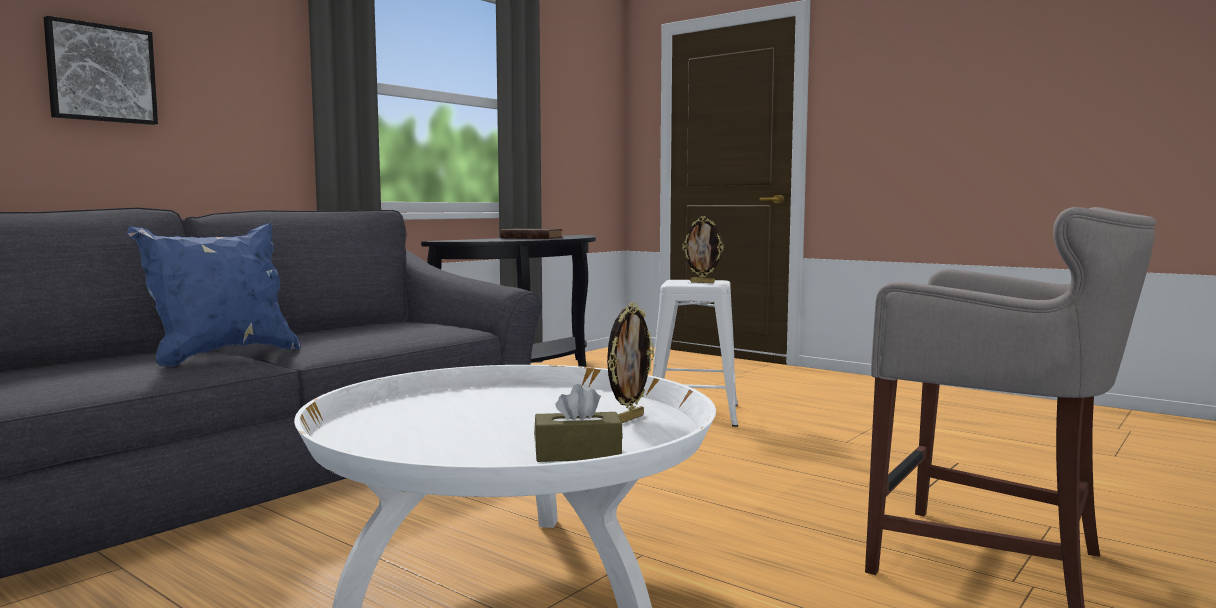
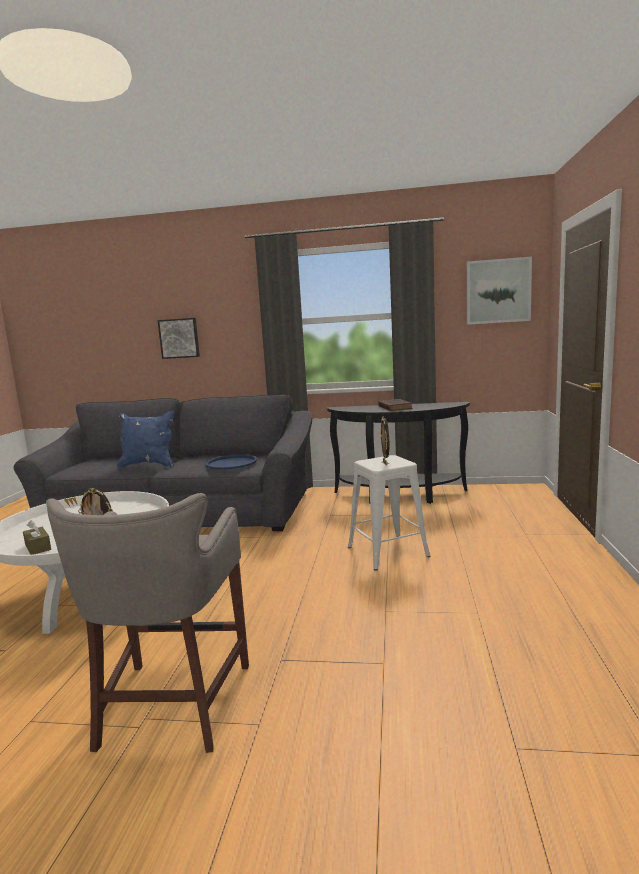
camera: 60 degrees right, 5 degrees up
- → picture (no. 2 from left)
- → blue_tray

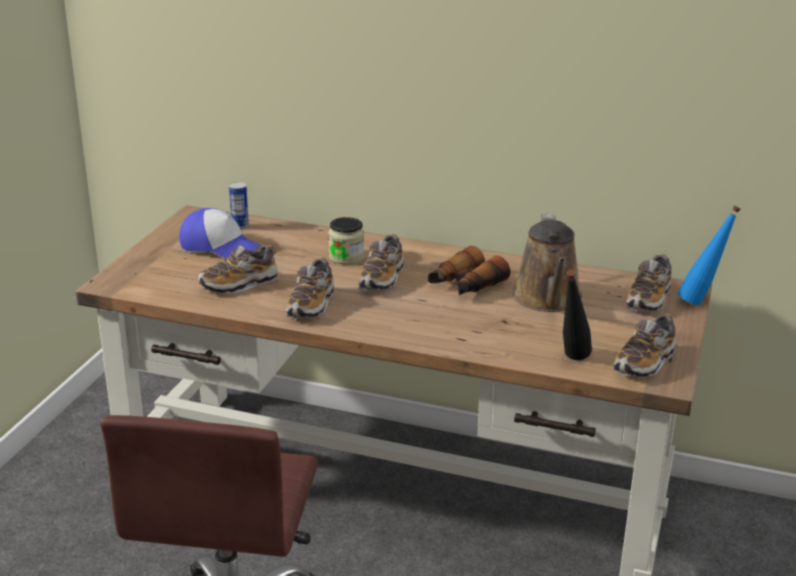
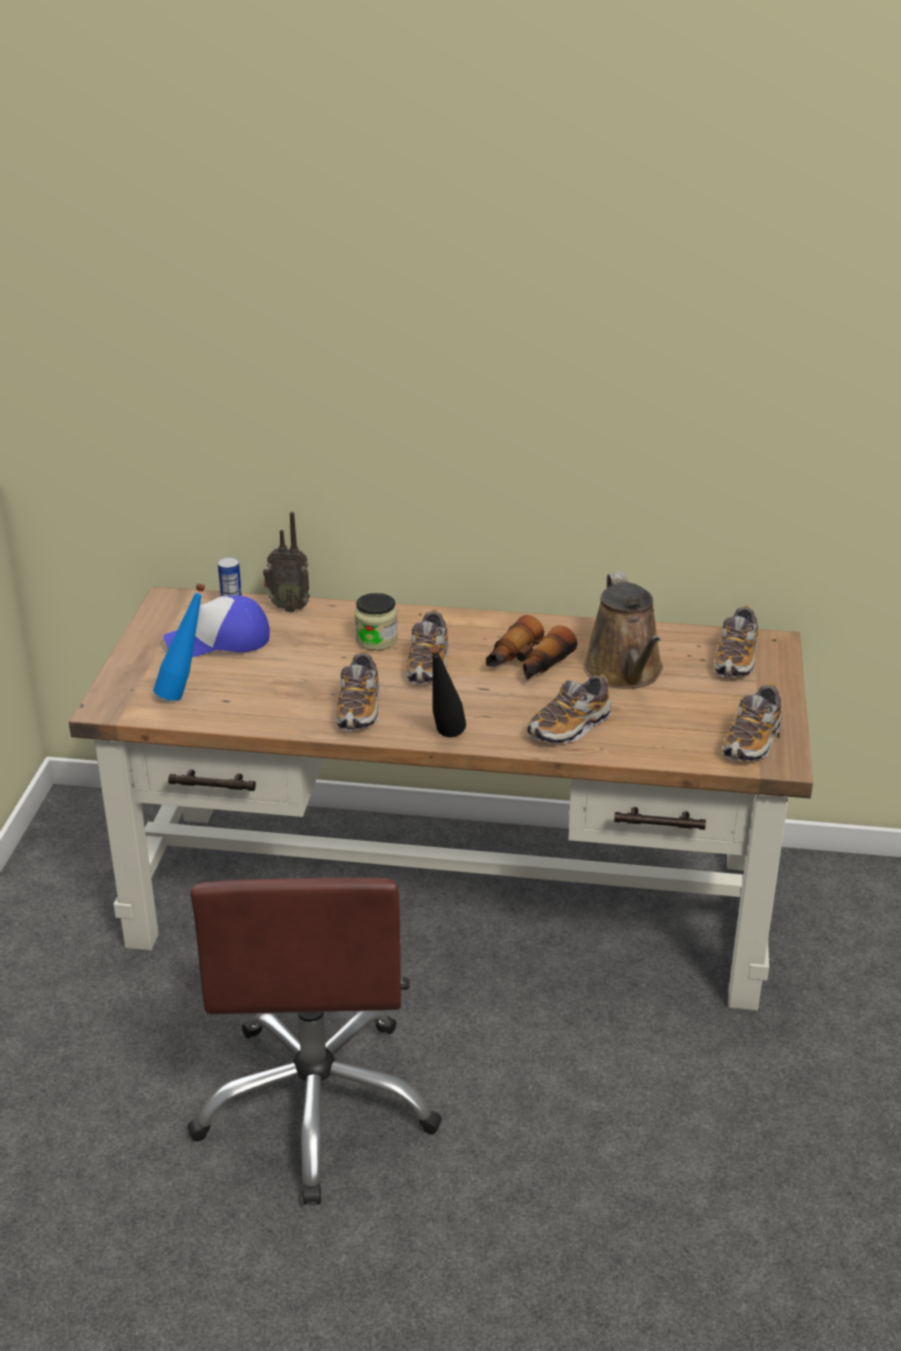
camera: 10 degrees left, 5 degrees up
blue_bottle, relocated
cap, 150 degrees clockwise
shoe (no. 1 from left in the first image) → shoe (no. 3 from left), relocated
black_bottle, relocated
- → radio

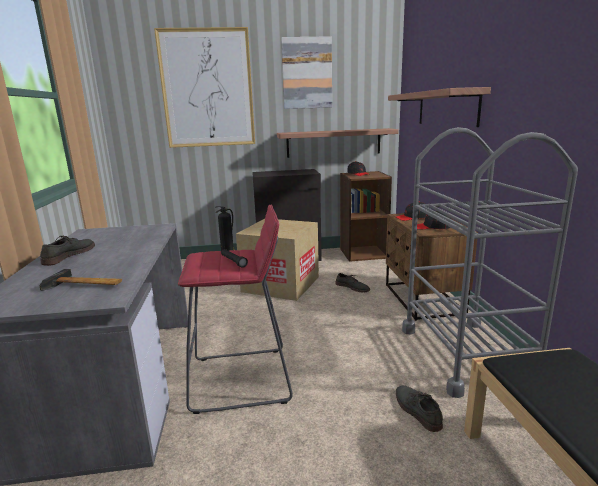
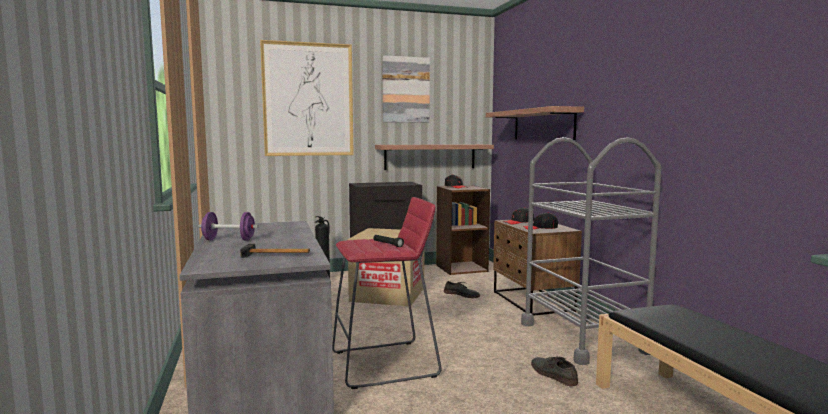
camera: 10 degrees left, 10 degrees down
grey_shoe (no. 1 from left) → purple_dumbbell

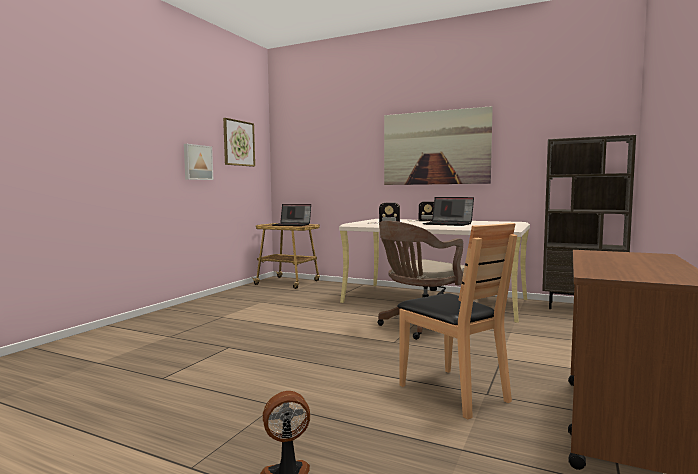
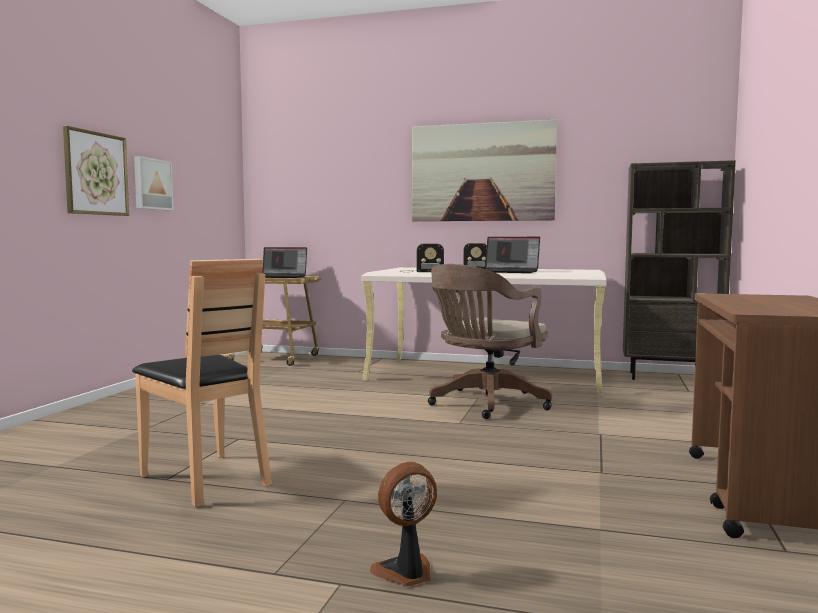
camera: 10 degrees left, 0 degrees up
picture (no. 2 from left in the first image) → picture (no. 1 from left), relocated
brown_chair, relocated

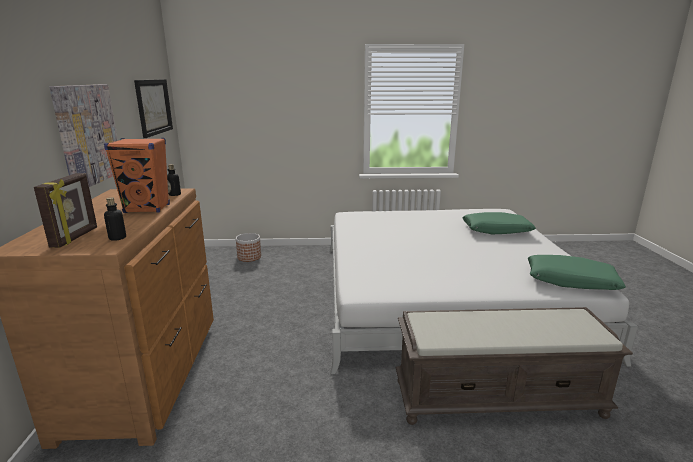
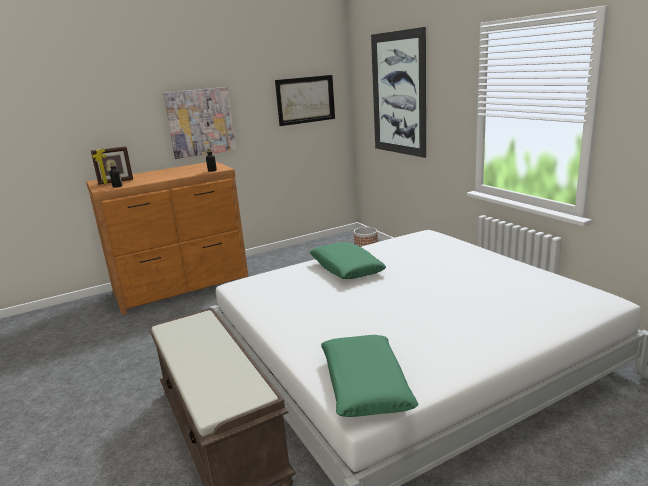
camera: 65 degrees right, 0 degrees up
orange_speaker → -
green_pillow (no. 1 from left), relocated
- → picture (no. 3 from left)

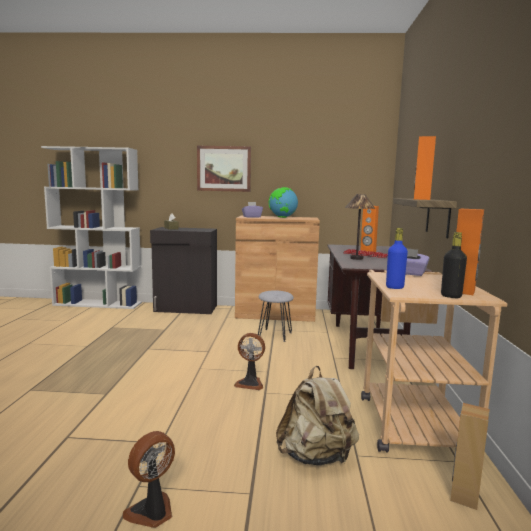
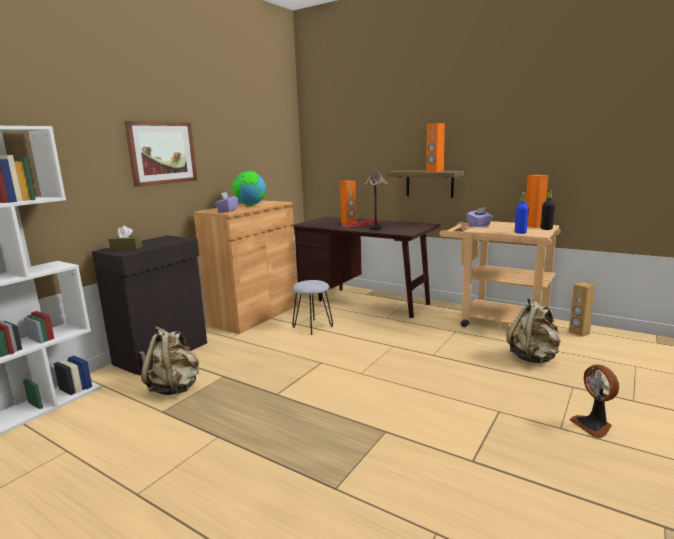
camera: 60 degrees left, 5 degrees up
fan (no. 2 from left) → -
- → beige_backpack (no. 1 from left)

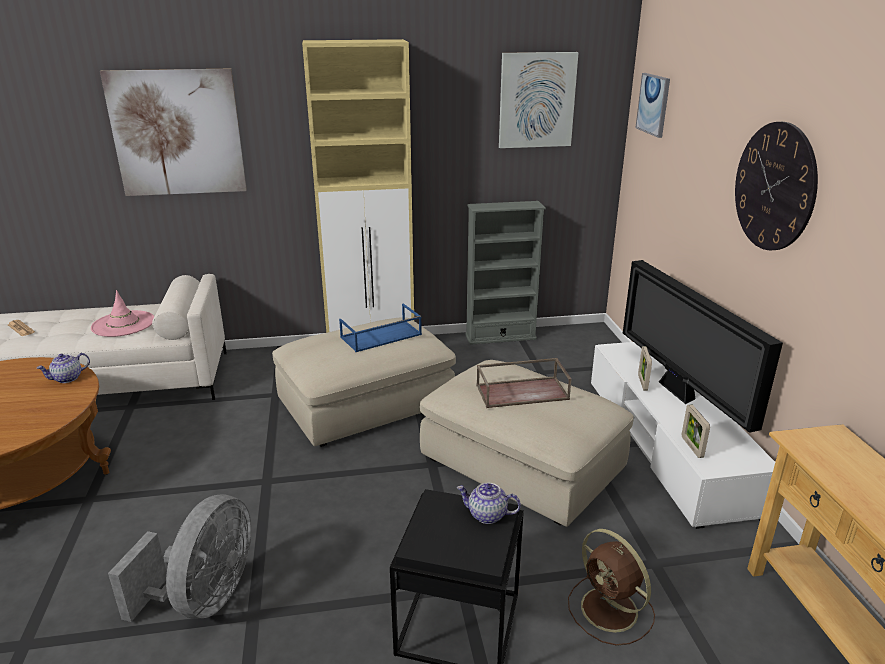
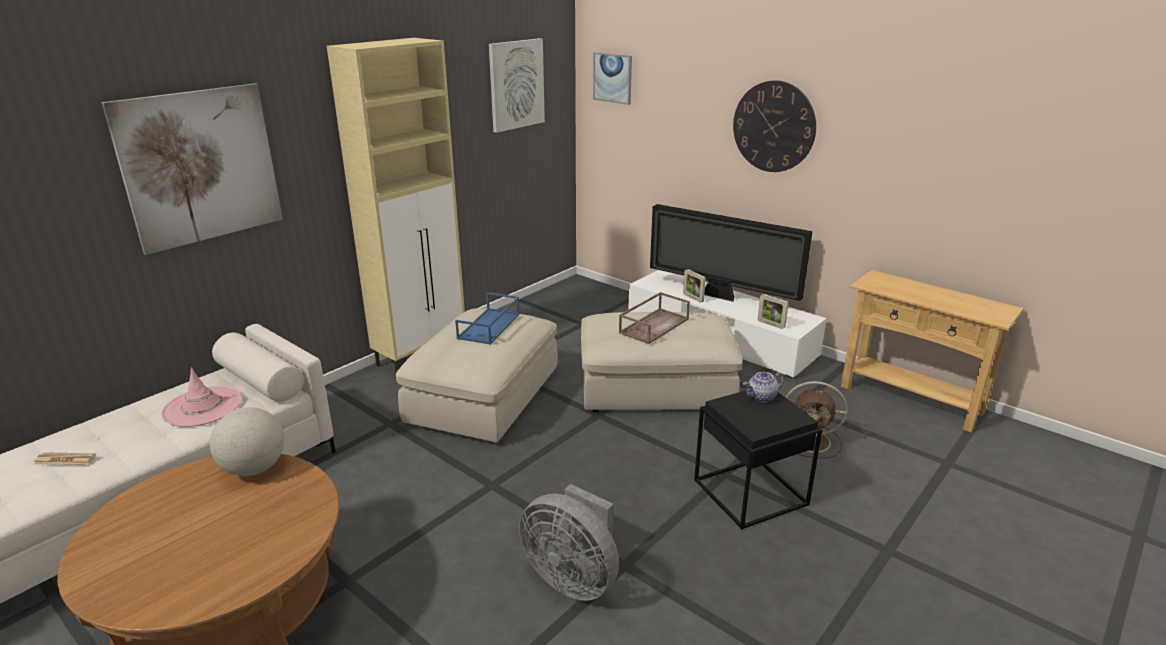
camera: 40 degrees left, 0 degrees up
grey_bookcase → -
teapot (no. 1 from left) → globe
grey_fan, 150 degrees clockwise

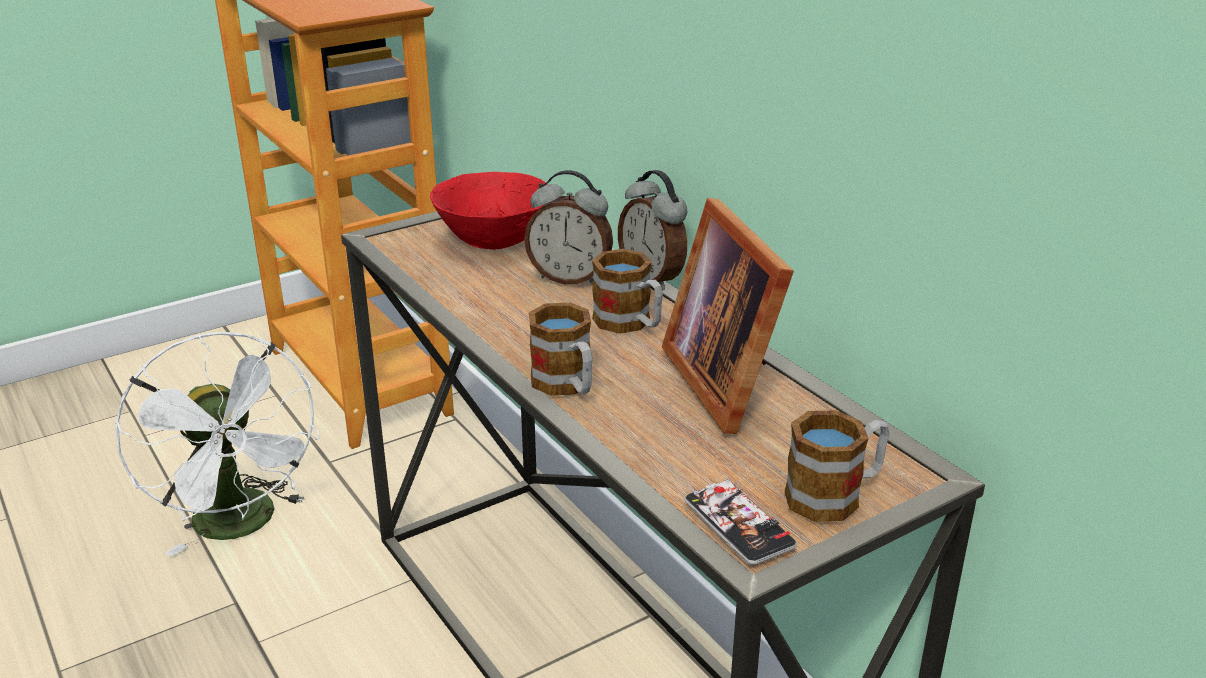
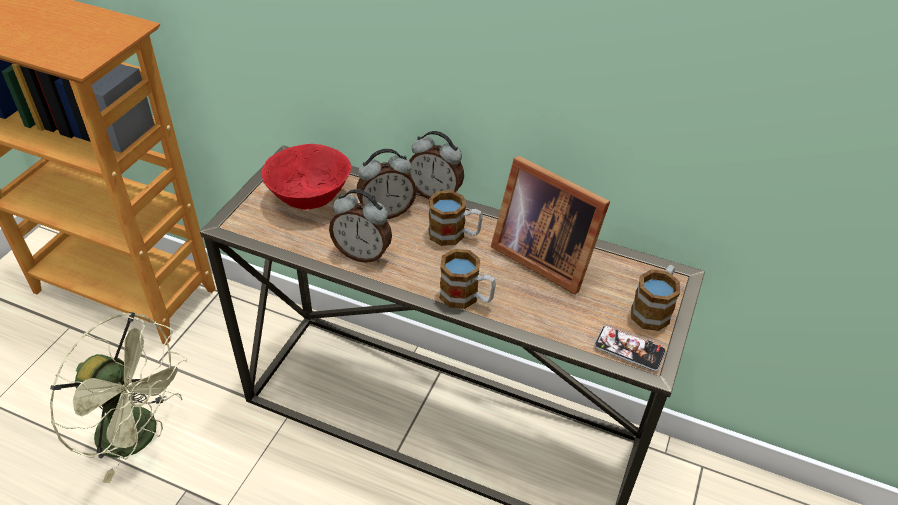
camera: 35 degrees left, 15 degrees up
white_fan → green_fan
- → alarm_clock (no. 1 from left)

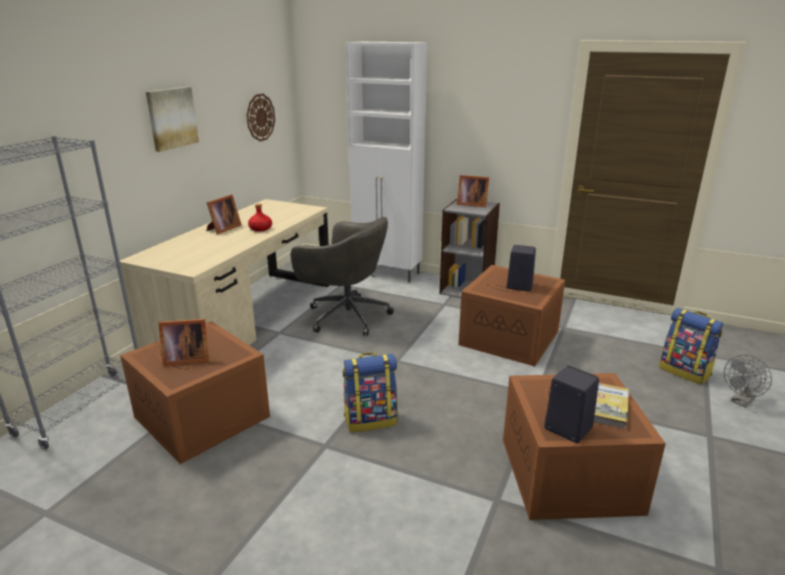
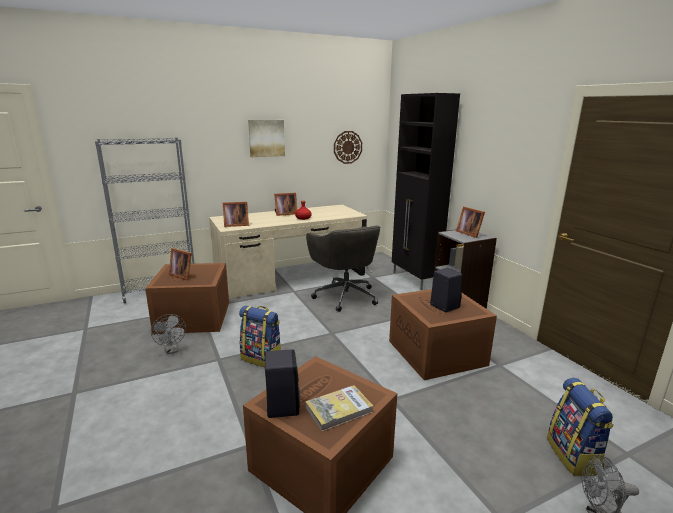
camera: 40 degrees right, 5 degrees down
white_cabinet → black_cabinet
- → picture_frame (no. 2 from left)
- → grey_fan (no. 1 from left)

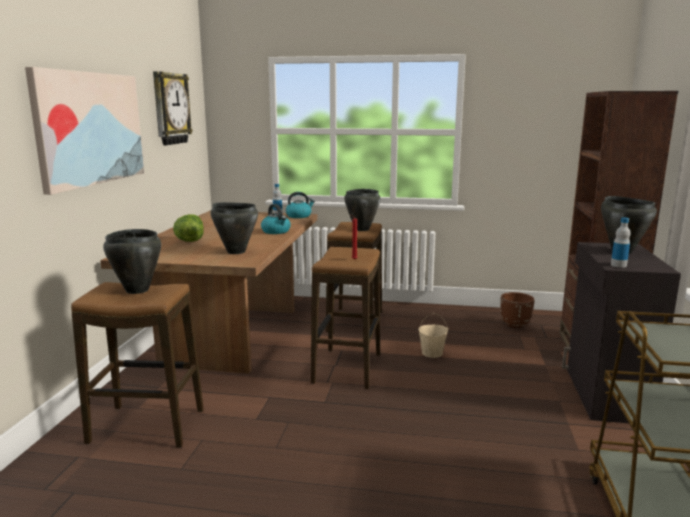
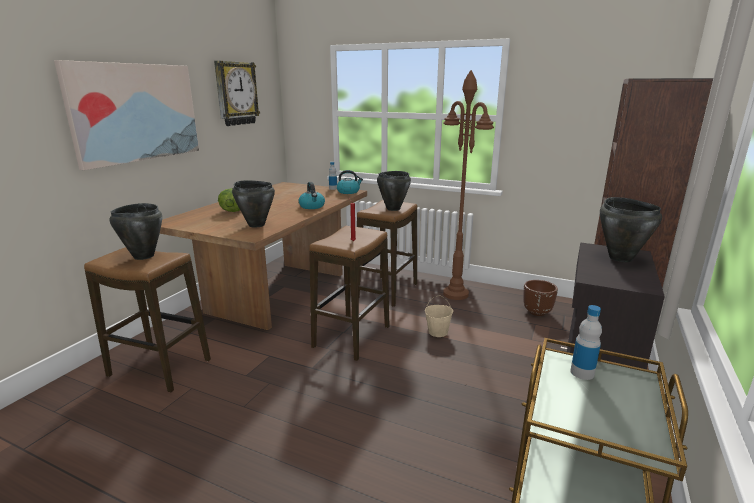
camera: 15 degrees right, 5 degrees up
bottle (no. 2 from left), relocated
- → brown_floor_lamp

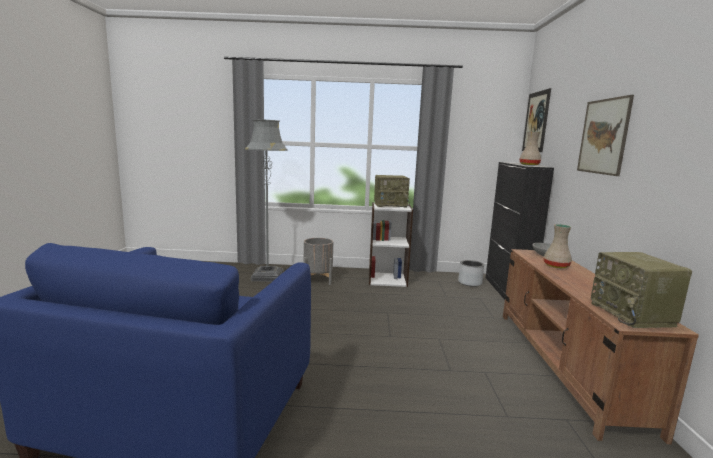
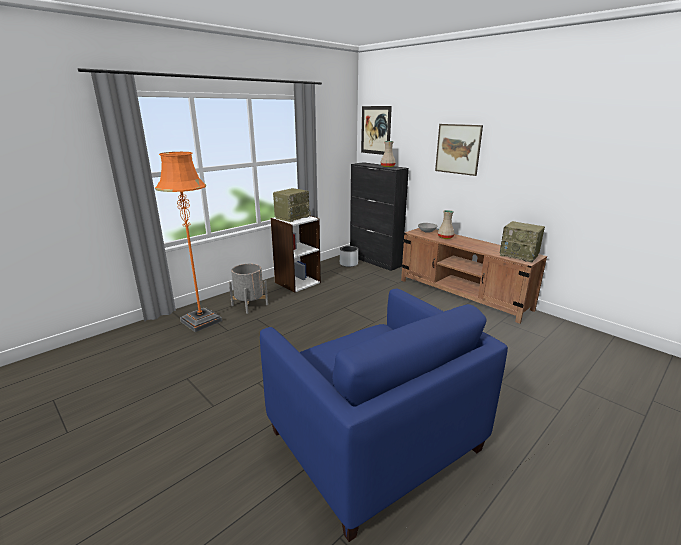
camera: 45 degrees left, 10 degrees up
grey_floor_lamp → orange_floor_lamp

